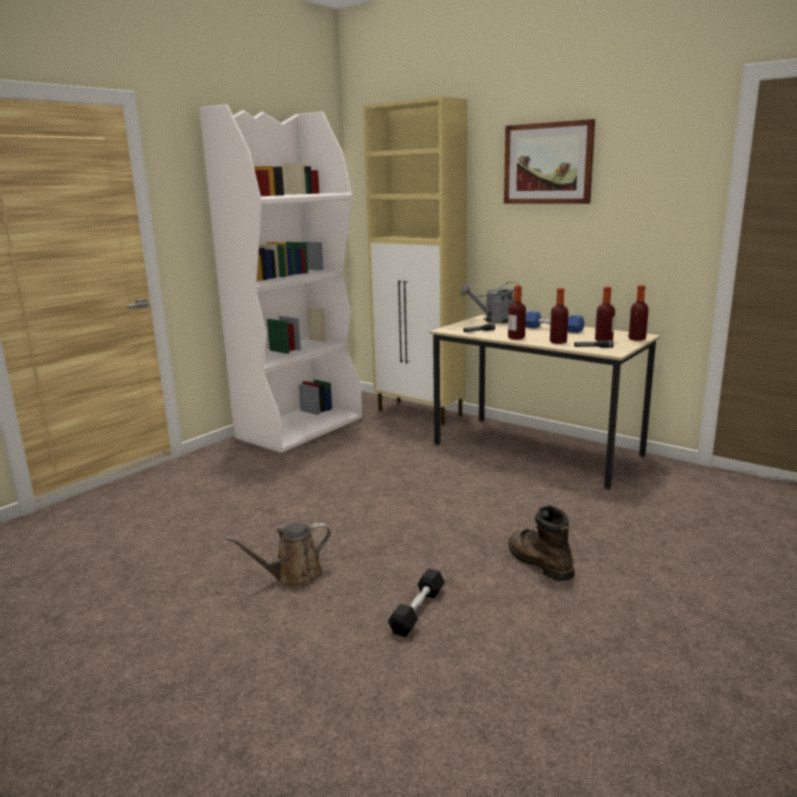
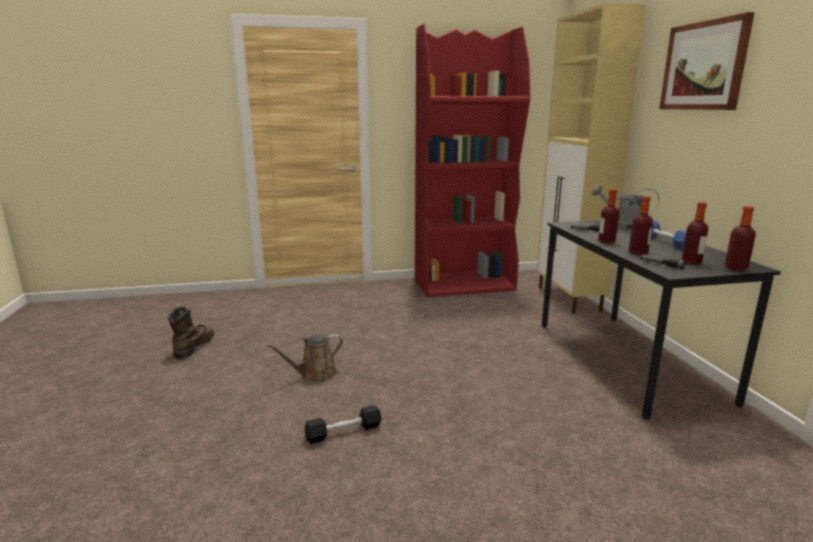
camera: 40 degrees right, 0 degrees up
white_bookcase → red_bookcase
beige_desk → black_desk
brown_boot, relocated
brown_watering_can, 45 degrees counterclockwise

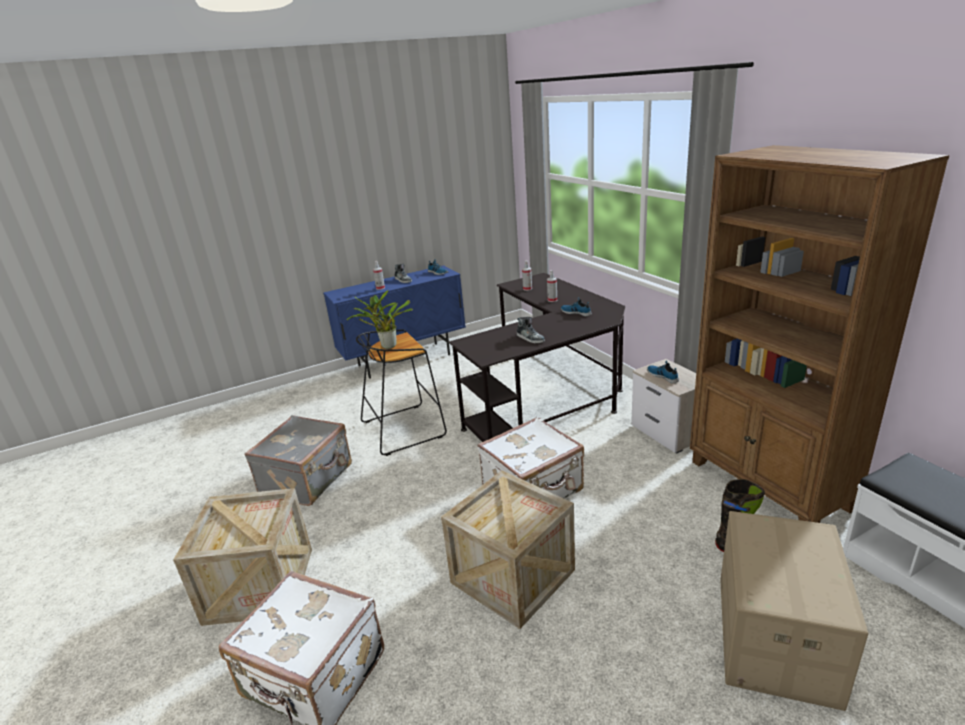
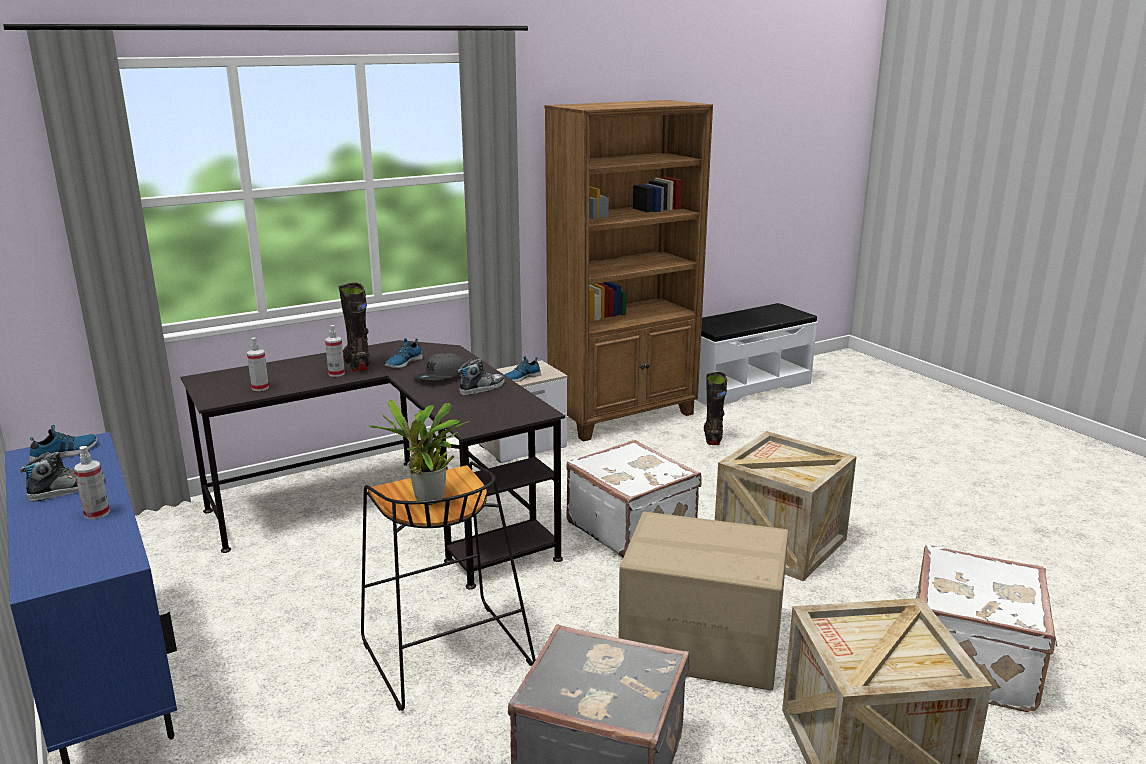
camera: 95 degrees left, 5 degrees down
cardboard_box, relocated
- → black_boot (no. 1 from left)
- → grey_cap

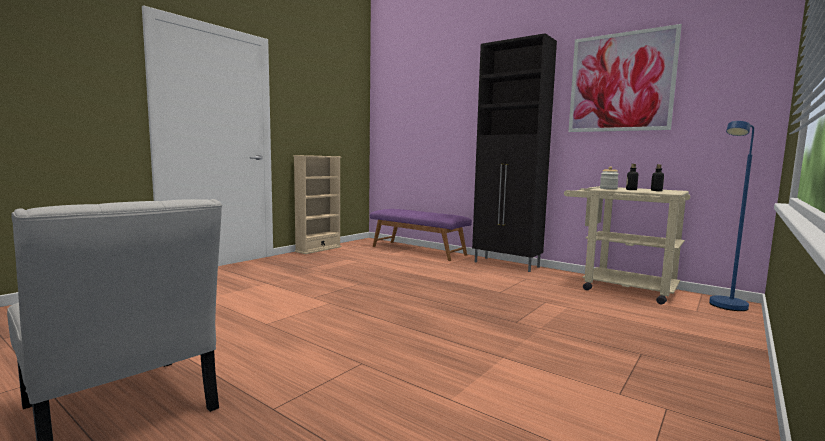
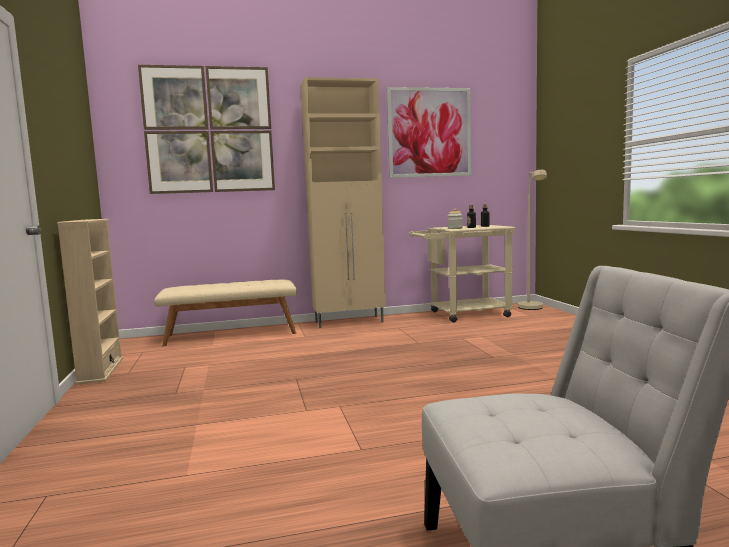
camera: 50 degrees left, 0 degrees up
black_cabinet → beige_cabinet
blue_floor_lamp → beige_floor_lamp
purple_bench → beige_bench
- → picture (no. 1 from left)

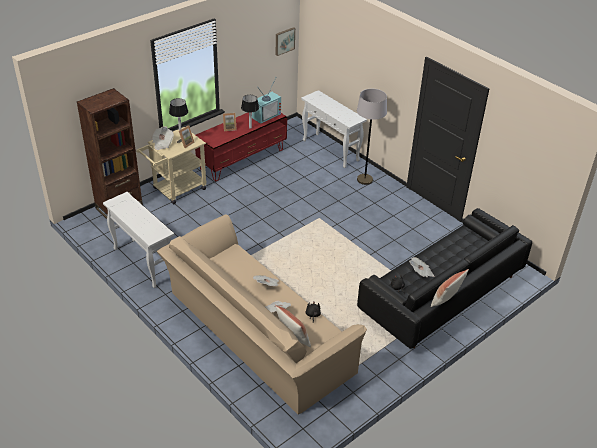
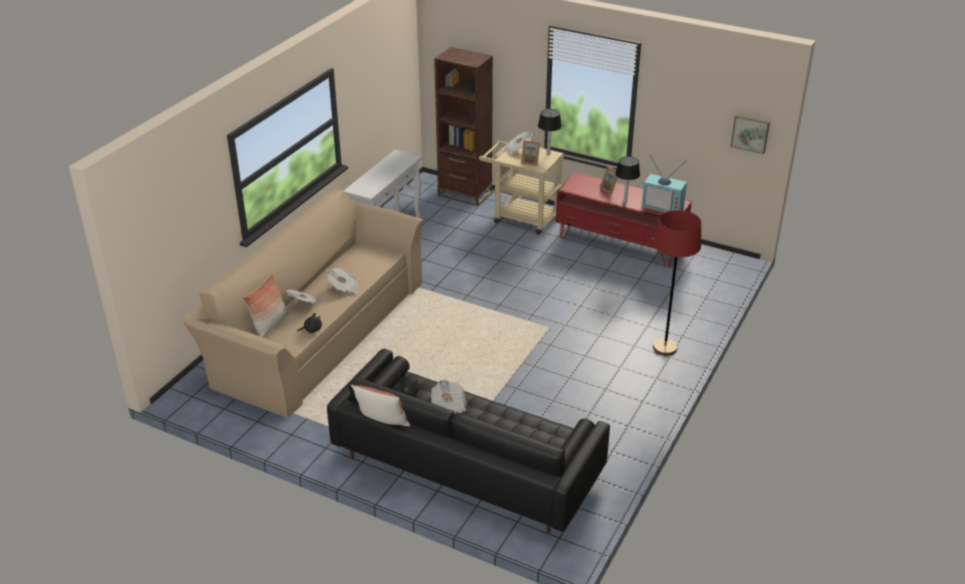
camera: 70 degrees right, 5 degrees down
grey_floor_lamp → red_floor_lamp
white_console_table (no. 2 from left) → -

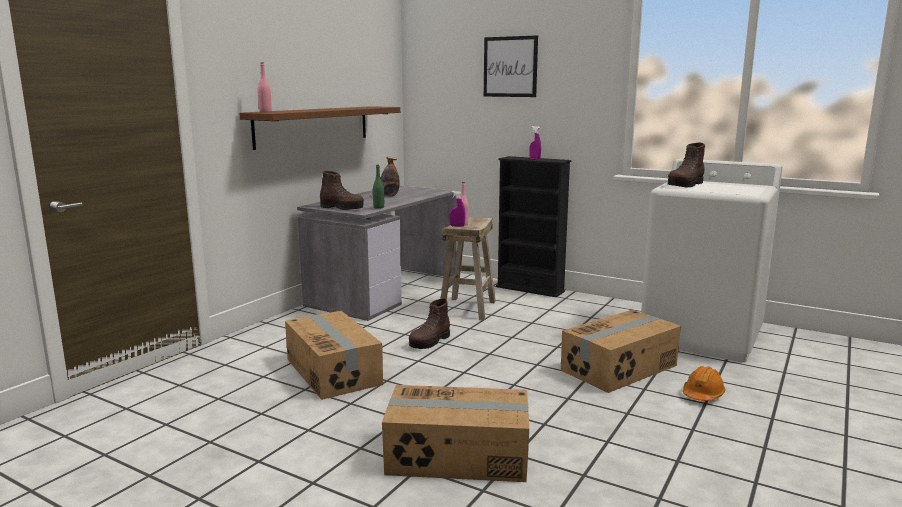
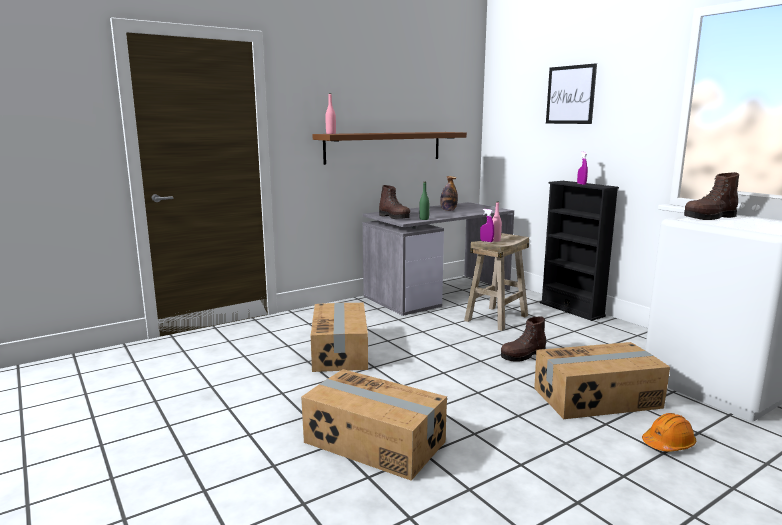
camera: 25 degrees right, 0 degrees up
brown_boot (no. 2 from left), relocated

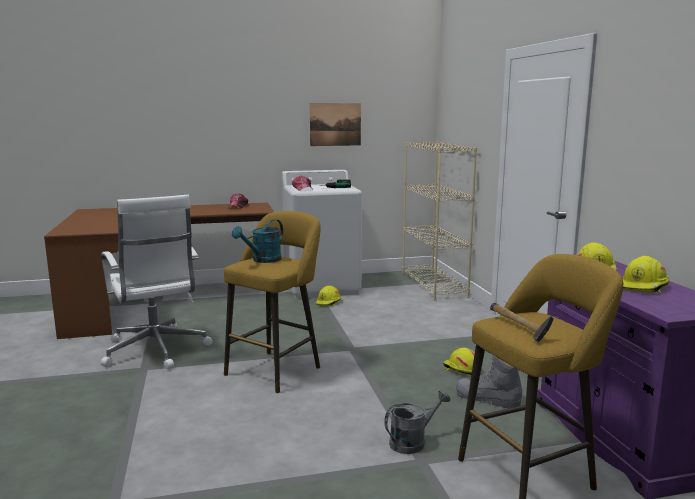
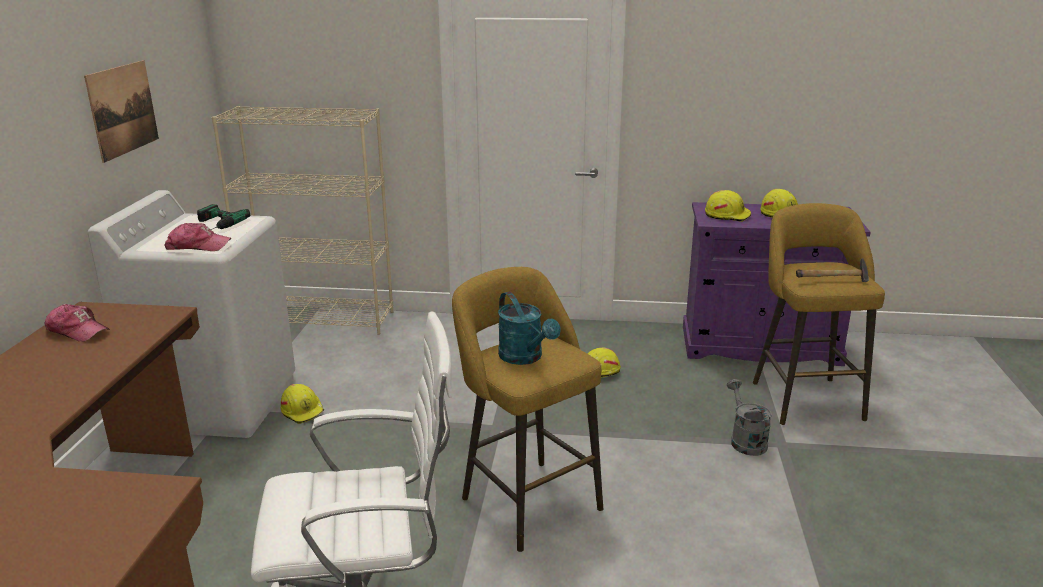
camera: 70 degrees left, 10 degrees up
grey_boot → -

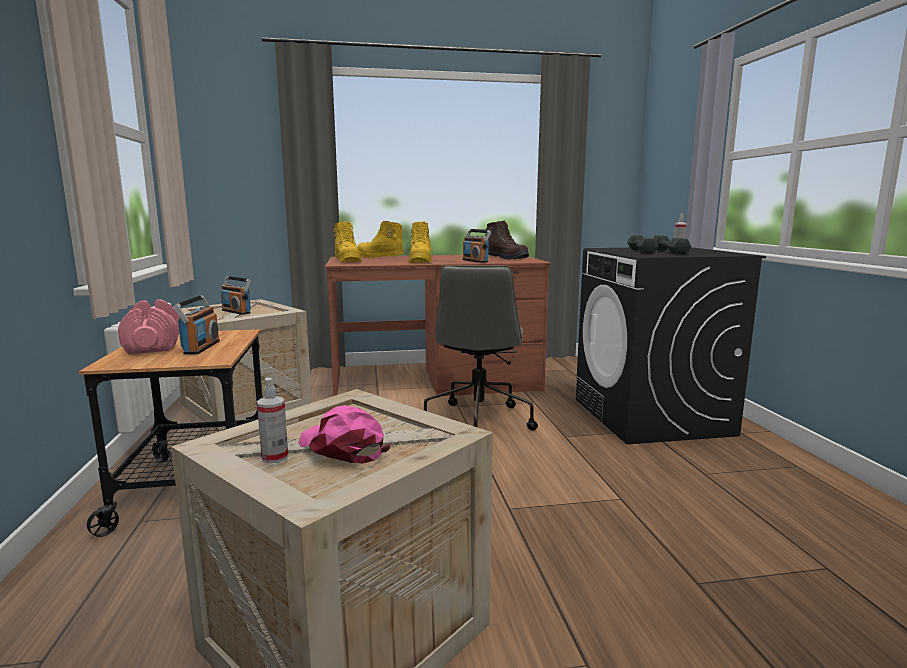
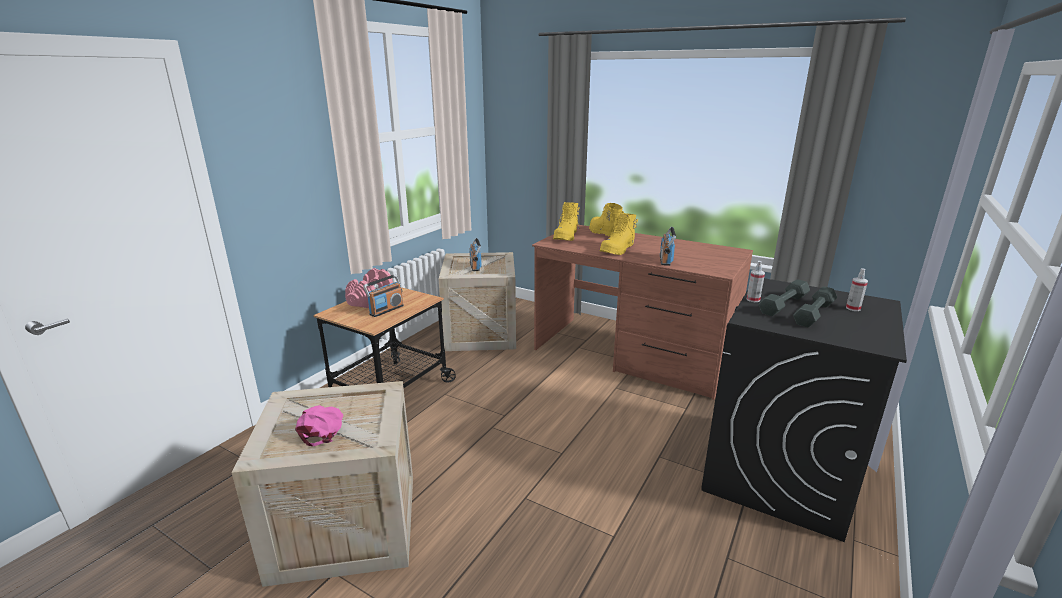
camera: 40 degrees right, 10 degrees up
brown_boot → -
grey_office_chair → -
spray_bottle (no. 1 from left), relocated

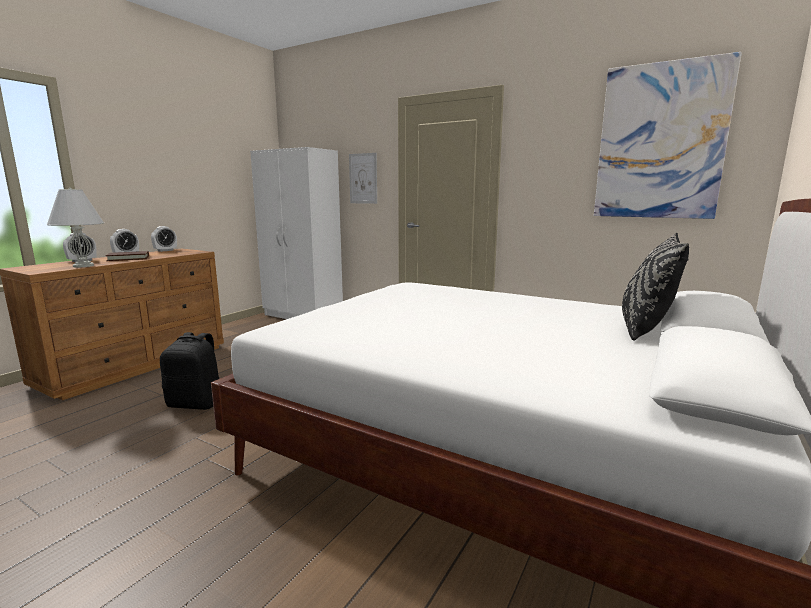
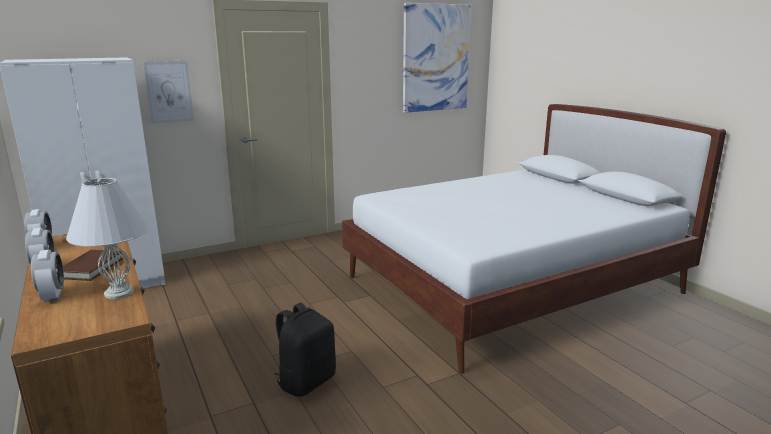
camera: 60 degrees left, 5 degrees up
black_pillow → -

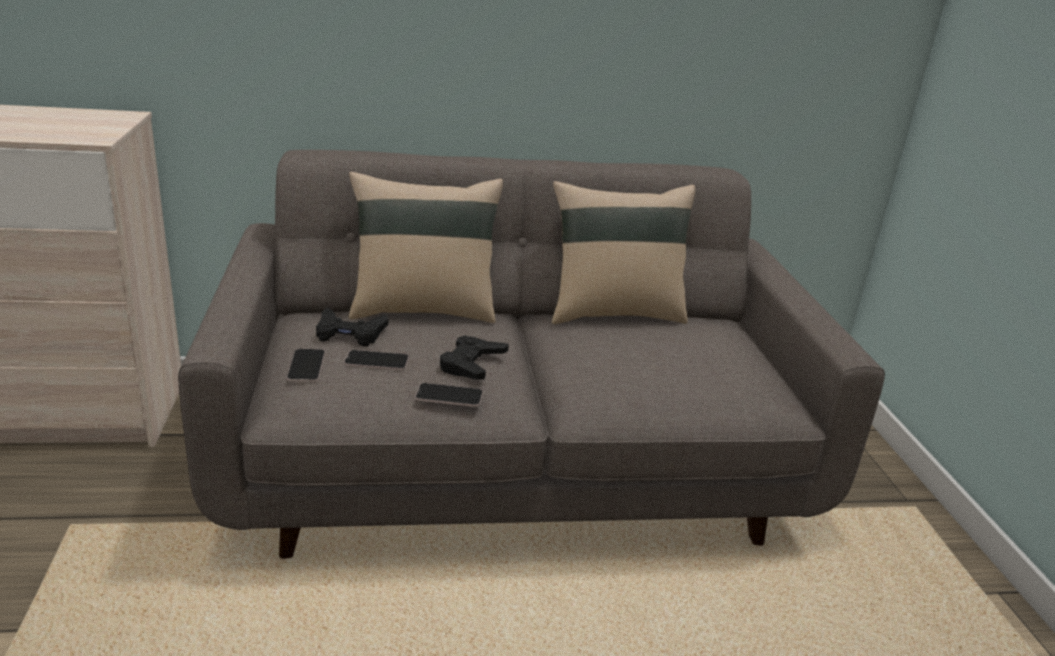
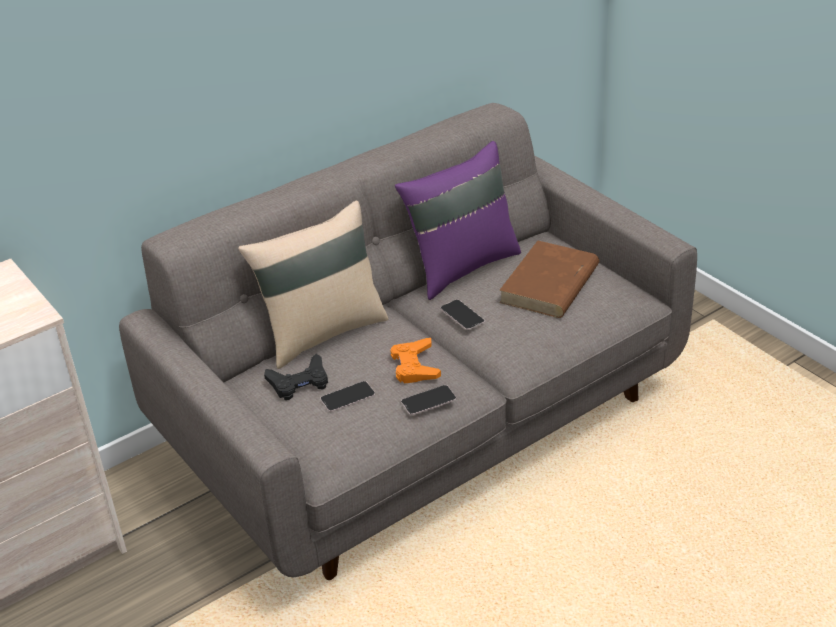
camera: 25 degrees left, 10 degrees up
beige_pillow (no. 2 from left) → purple_pillow
black_game_controller (no. 2 from left) → orange_game_controller
phone (no. 1 from left in the first image) → phone (no. 3 from left), relocated
- → brown_book

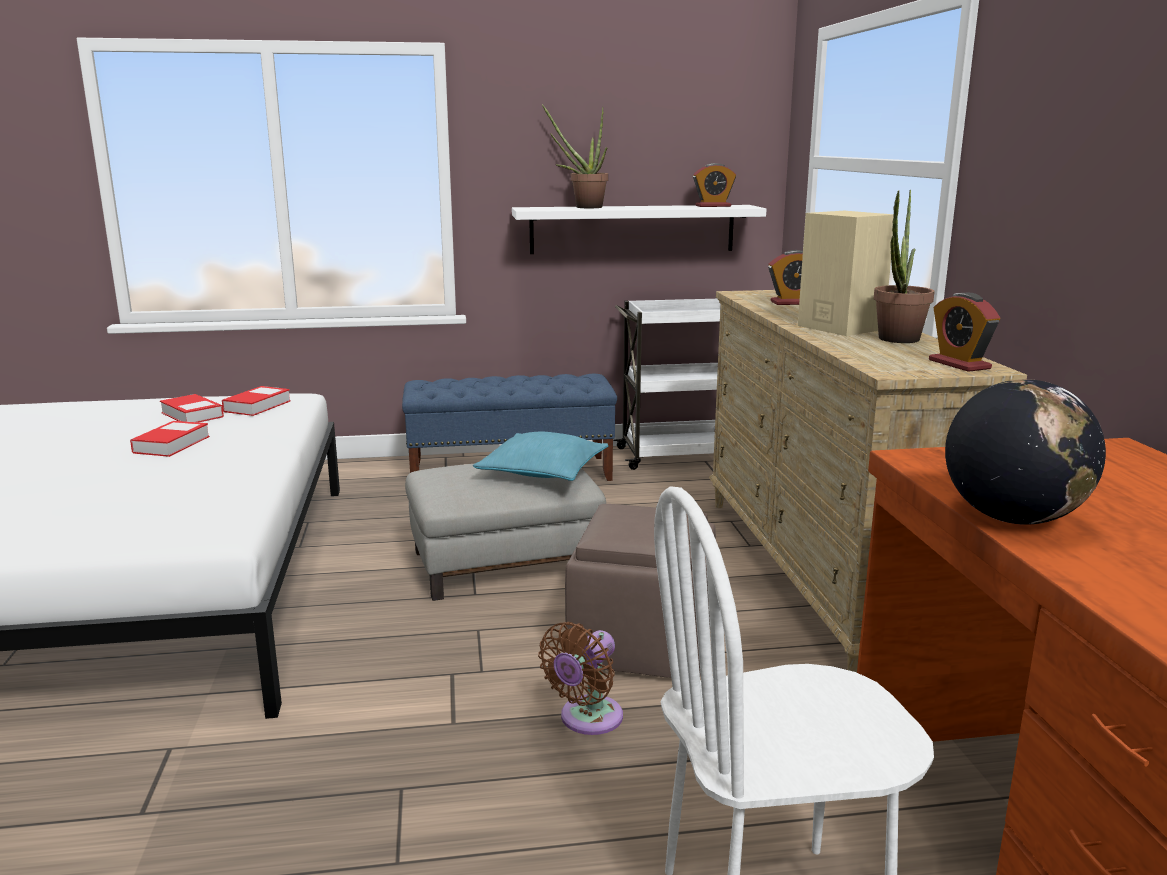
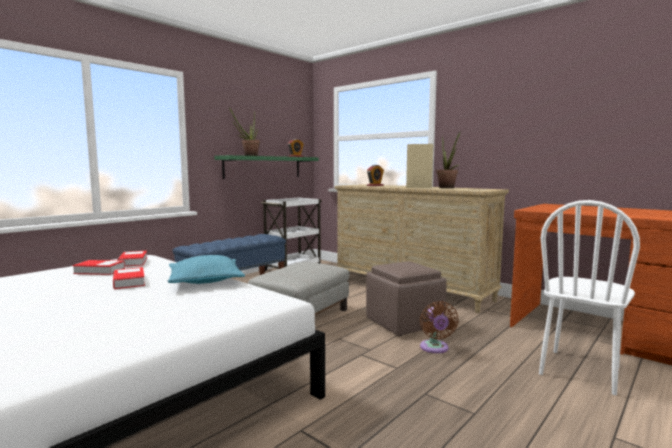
camera: 40 degrees left, 10 degrees down
white_shelf → green_shelf
alarm_clock (no. 3 from left) → -
globe → -
turquoise_pillow, relocated

